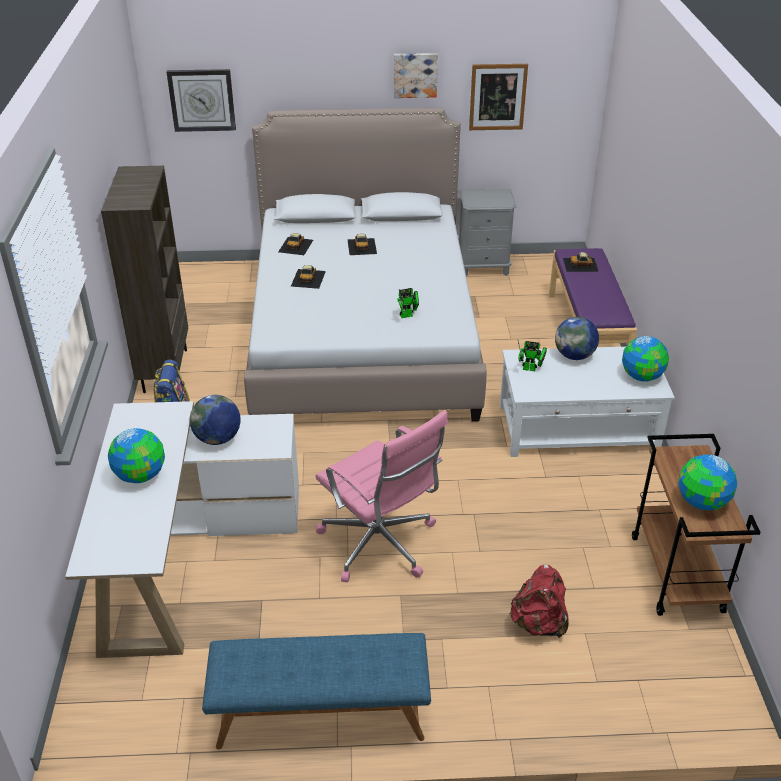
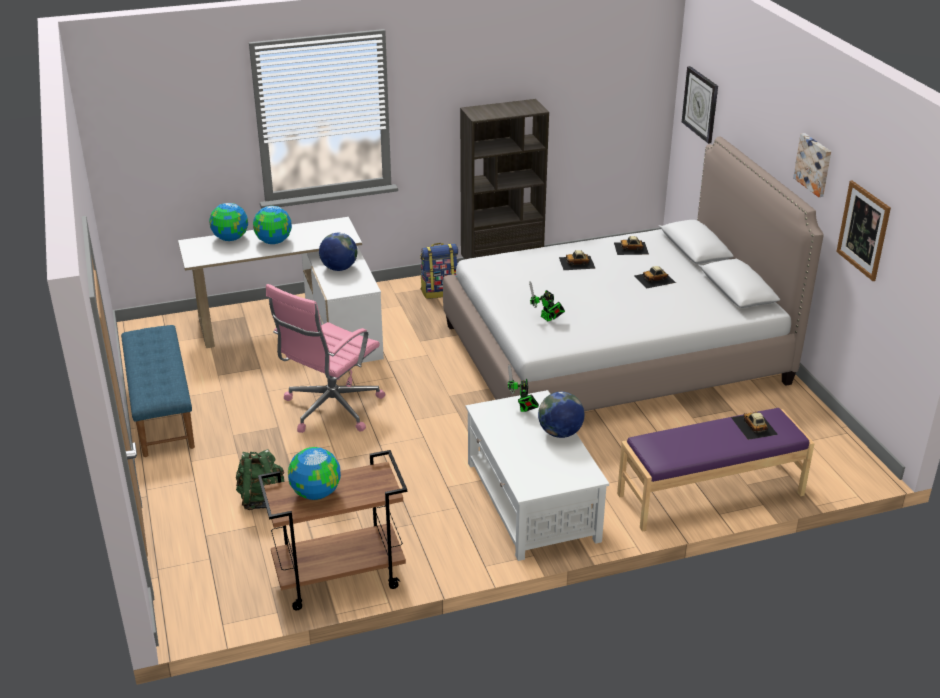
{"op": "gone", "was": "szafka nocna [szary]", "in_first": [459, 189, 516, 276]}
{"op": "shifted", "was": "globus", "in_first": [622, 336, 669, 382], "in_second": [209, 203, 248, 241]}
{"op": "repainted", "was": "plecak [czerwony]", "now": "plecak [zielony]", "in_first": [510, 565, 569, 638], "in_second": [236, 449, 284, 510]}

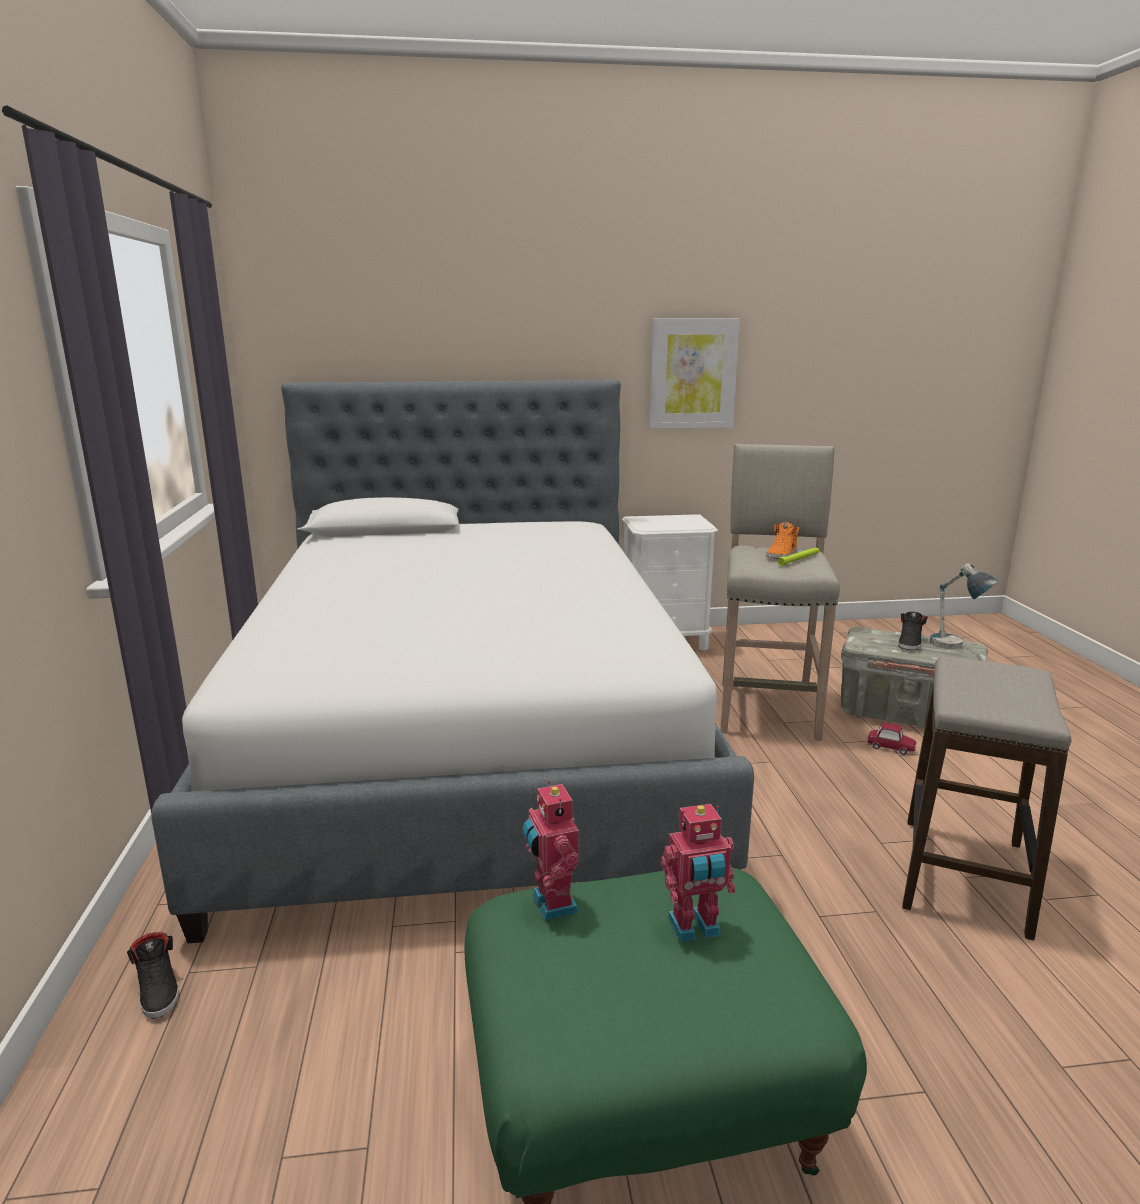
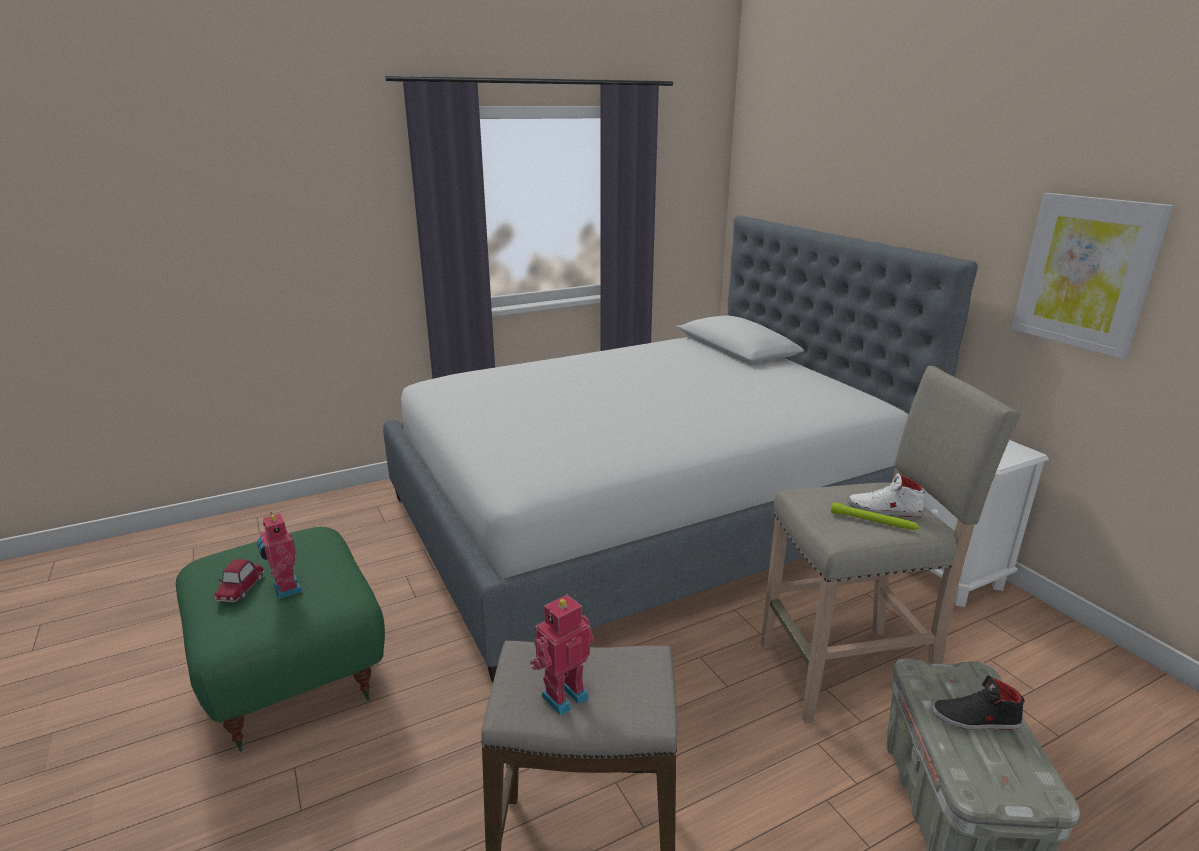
{"op": "repainted", "was": "but [pomarańczowy]", "now": "but [biały]", "in_first": [766, 522, 800, 559], "in_second": [848, 473, 925, 517]}
{"op": "gone", "was": "lampa stołowa", "in_first": [930, 563, 999, 649]}
{"op": "shifted", "was": "samochodzik", "in_first": [867, 723, 917, 755], "in_second": [214, 559, 264, 602]}
{"op": "shifted", "was": "robot zabawkowy", "in_first": [522, 780, 579, 920], "in_second": [530, 595, 594, 716]}
{"op": "gone", "was": "but [czarny]", "in_first": [127, 932, 179, 1019]}

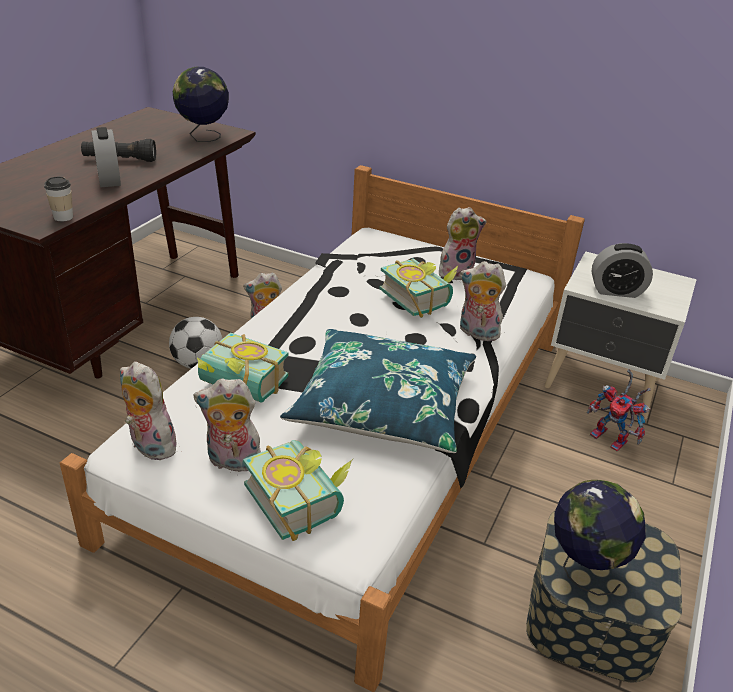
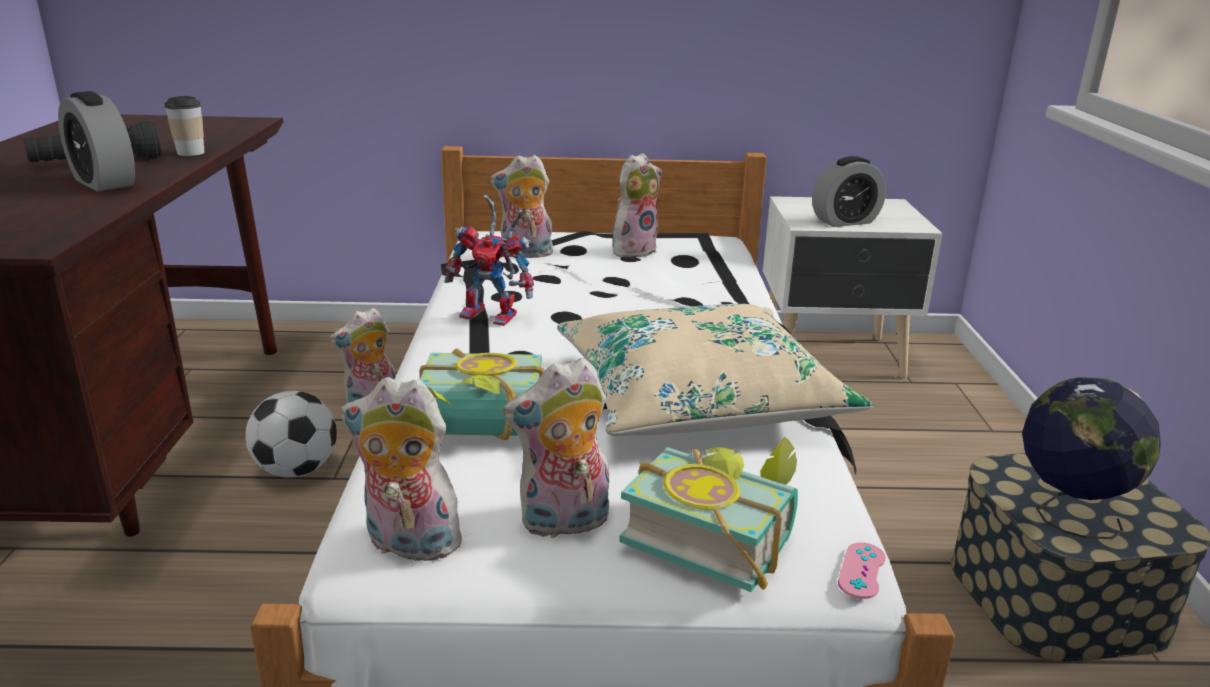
{"op": "gone", "was": "globus", "in_first": [173, 67, 229, 142]}
{"op": "shifted", "was": "filiżanka", "in_first": [44, 177, 73, 221], "in_second": [165, 96, 205, 156]}
{"op": "gone", "was": "książka", "in_first": [379, 258, 458, 318]}
{"op": "shifted", "was": "pluszak", "in_first": [460, 261, 506, 341], "in_second": [490, 155, 553, 258]}
{"op": "repainted", "was": "poduszka [niebieski]", "now": "poduszka [beżowy]", "in_first": [280, 329, 476, 453], "in_second": [557, 304, 873, 436]}
{"op": "shifted", "was": "robot zabawkowy", "in_first": [587, 369, 651, 451], "in_second": [444, 195, 534, 326]}
{"op": "new", "now": "pad do gier [różowy]", "in_second": [838, 542, 886, 599]}

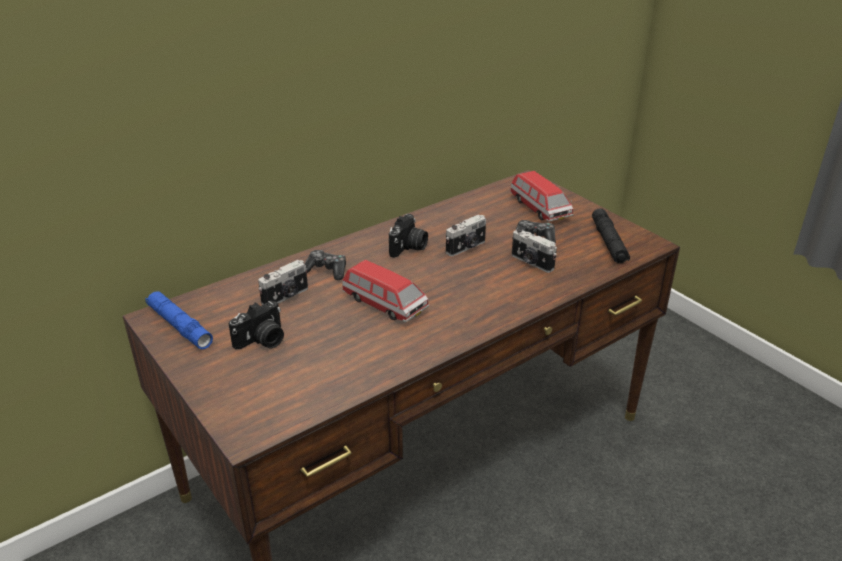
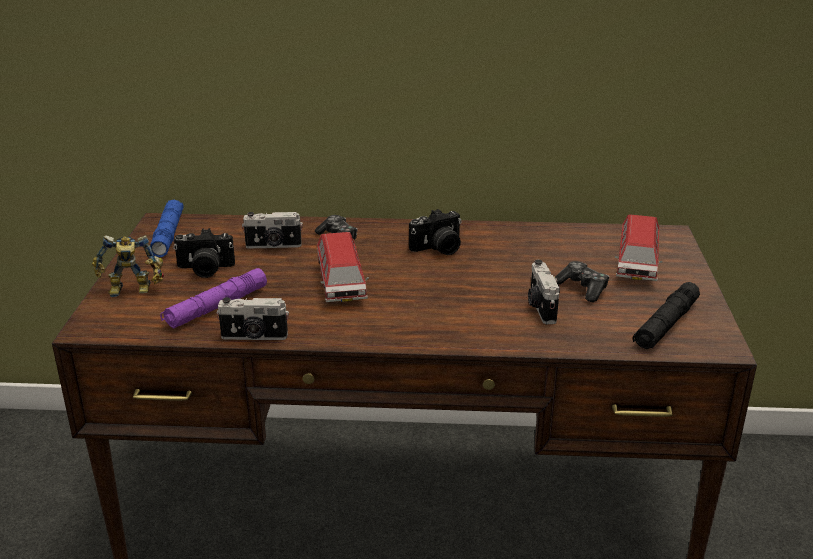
{"op": "shifted", "was": "aparat fotograficzny", "in_first": [446, 215, 486, 257], "in_second": [216, 297, 289, 340]}
{"op": "new", "now": "robot zabawkowy", "in_second": [92, 235, 164, 297]}
{"op": "new", "now": "latarka [fioletowy]", "in_second": [160, 268, 267, 328]}

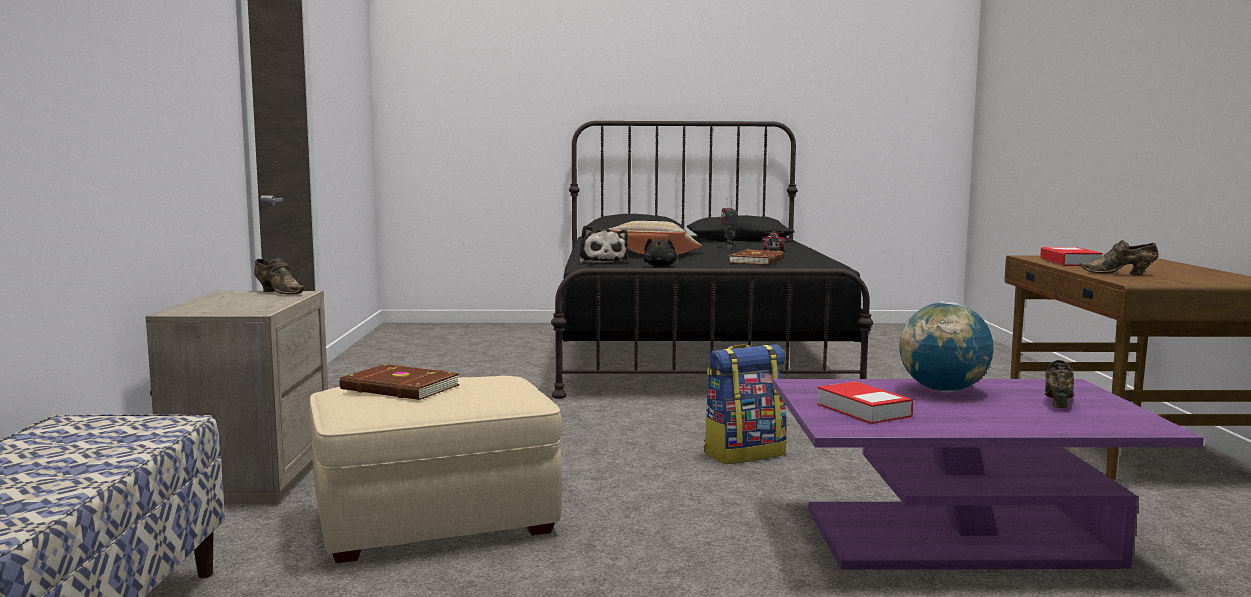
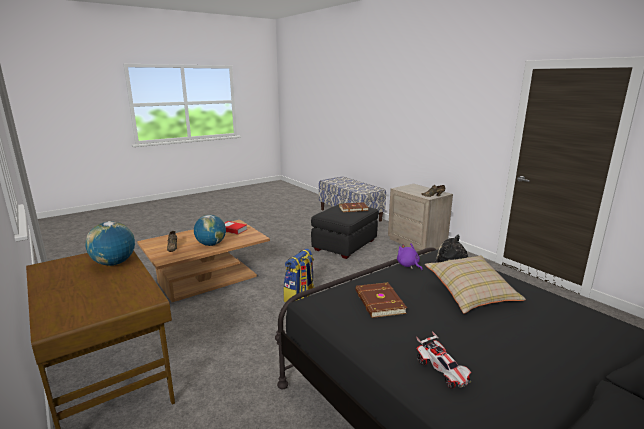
{"op": "gone", "was": "robot zabawkowy", "in_first": [721, 198, 739, 249]}
{"op": "repainted", "was": "pluszak [czarny]", "now": "pluszak [fioletowy]", "in_first": [643, 238, 677, 267], "in_second": [397, 243, 423, 271]}
{"op": "swapped", "was": "but [brązowy]", "now": "globus", "in_first": [1080, 240, 1159, 275], "in_second": [85, 221, 135, 266]}
{"op": "gone", "was": "książka", "in_first": [1040, 247, 1103, 266]}
{"op": "repainted", "was": "pufa [beżowy]", "now": "pufa [czarny]", "in_first": [309, 376, 562, 563], "in_second": [311, 203, 379, 259]}
{"op": "repainted", "was": "ława [fioletowy]", "now": "ława [brązowy]", "in_first": [773, 379, 1204, 570], "in_second": [137, 220, 270, 302]}

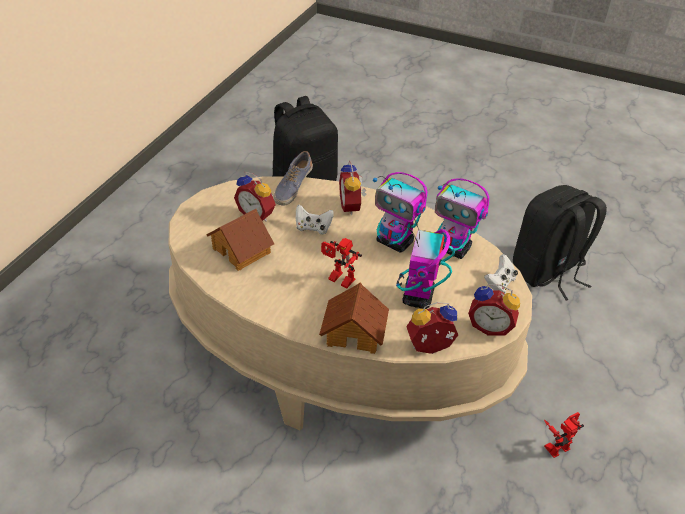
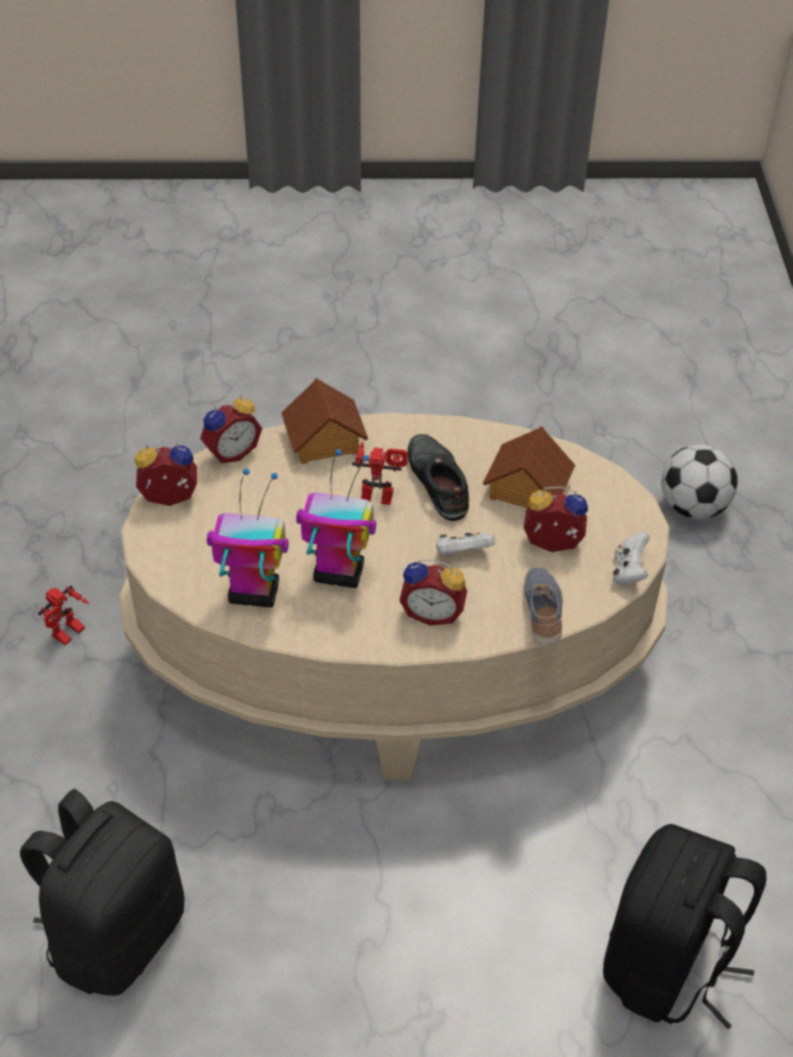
{"op": "rotated", "was": "budzik", "in_first": [339, 160, 367, 216], "in_second": [399, 560, 467, 626], "clockwise": 135}
{"op": "gone", "was": "robot zabawkowy", "in_first": [394, 208, 455, 309]}
{"op": "shifted", "was": "pad do gier [biały]", "in_first": [484, 254, 518, 293], "in_second": [613, 532, 650, 585]}
{"op": "new", "now": "but [czarny]", "in_second": [407, 434, 469, 521]}
{"op": "new", "now": "piłka futbolowa", "in_second": [661, 444, 738, 519]}

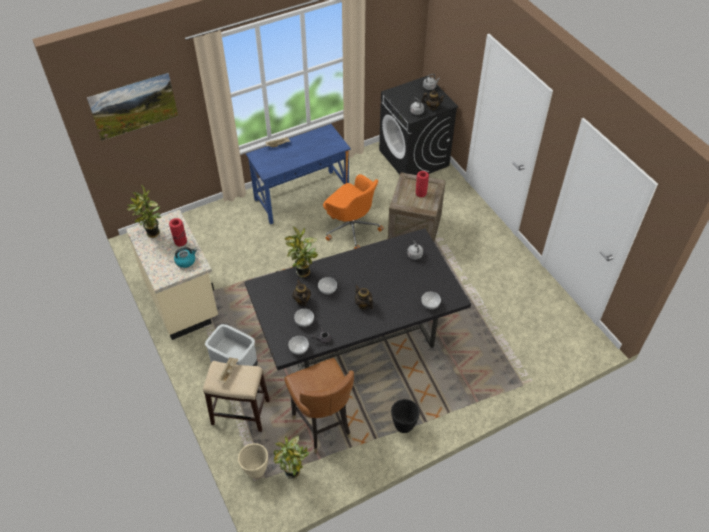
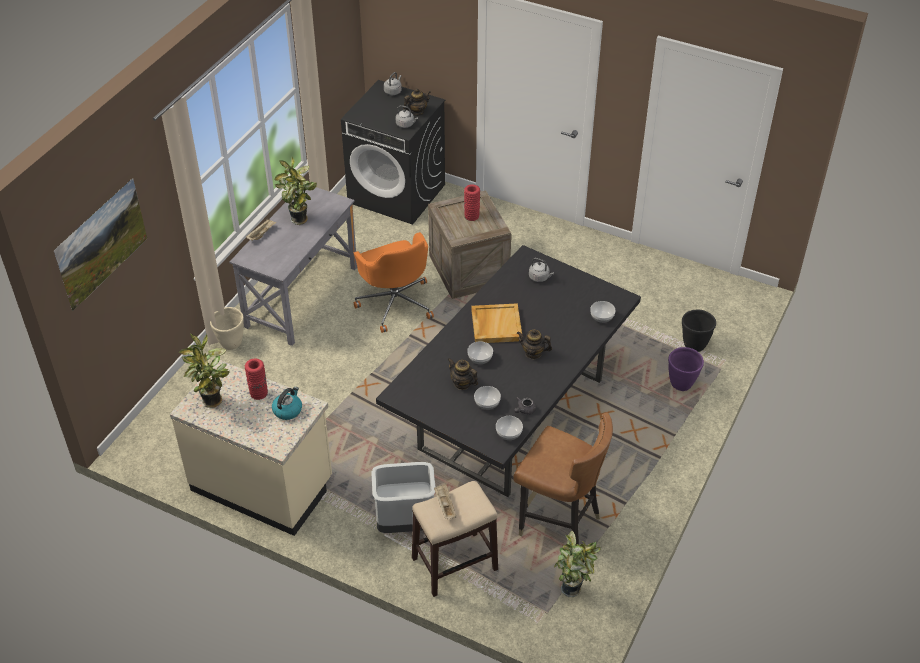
{"op": "repainted", "was": "biurko [niebieski]", "now": "biurko [szary]", "in_first": [246, 124, 351, 224], "in_second": [230, 187, 357, 346]}
{"op": "rotated", "was": "krzesło biurowe [pomarańczowy]", "in_first": [323, 174, 384, 249], "in_second": [354, 232, 434, 333], "clockwise": 60}
{"op": "shifted", "was": "roślina doniczkowa", "in_first": [284, 227, 318, 277], "in_second": [274, 157, 317, 225]}
{"op": "shifted", "was": "donica [czarny]", "in_first": [391, 399, 420, 433], "in_second": [682, 309, 716, 352]}
{"op": "shifted", "was": "donica [beżowy]", "in_first": [238, 443, 268, 478], "in_second": [210, 307, 244, 350]}
{"op": "new", "now": "taca [beżowy]", "in_second": [471, 303, 522, 343]}
{"op": "new", "now": "donica [fioletowy]", "in_second": [668, 347, 704, 391]}

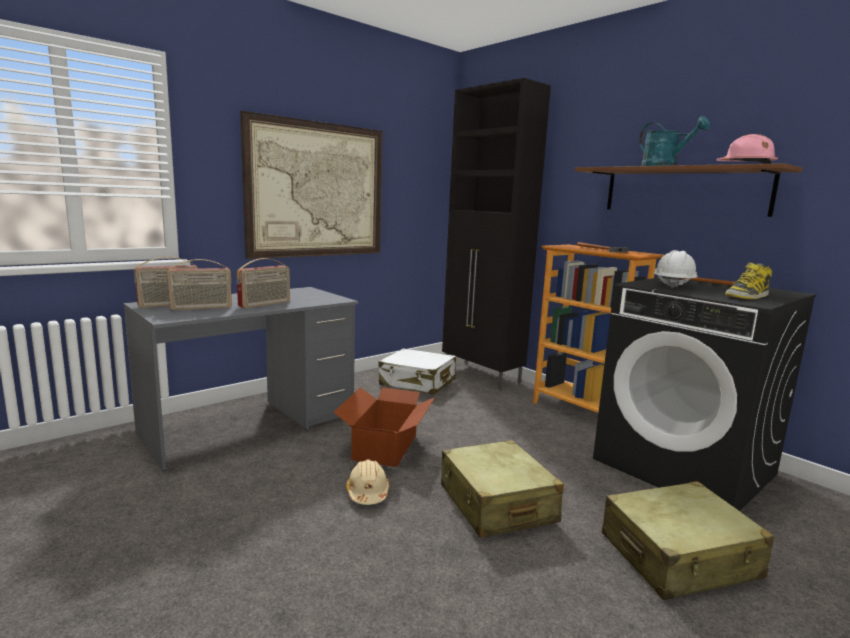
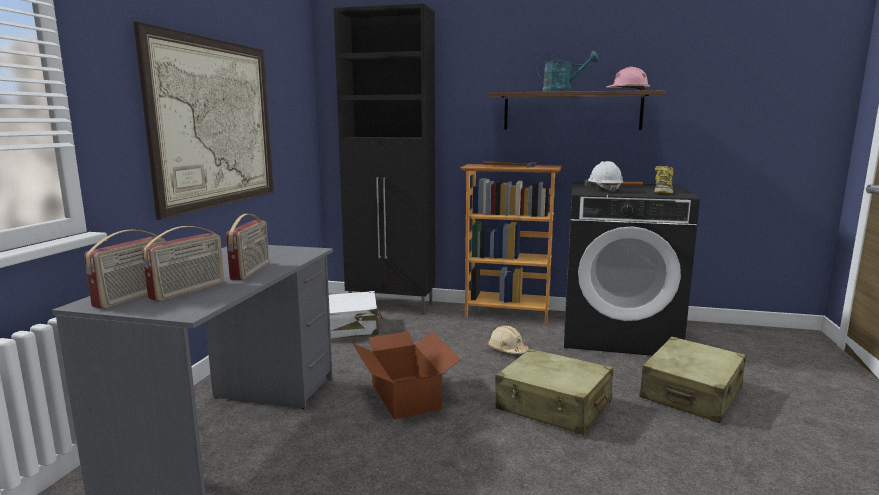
{"op": "shifted", "was": "kask [beżowy]", "in_first": [346, 459, 389, 505], "in_second": [488, 326, 529, 354]}

